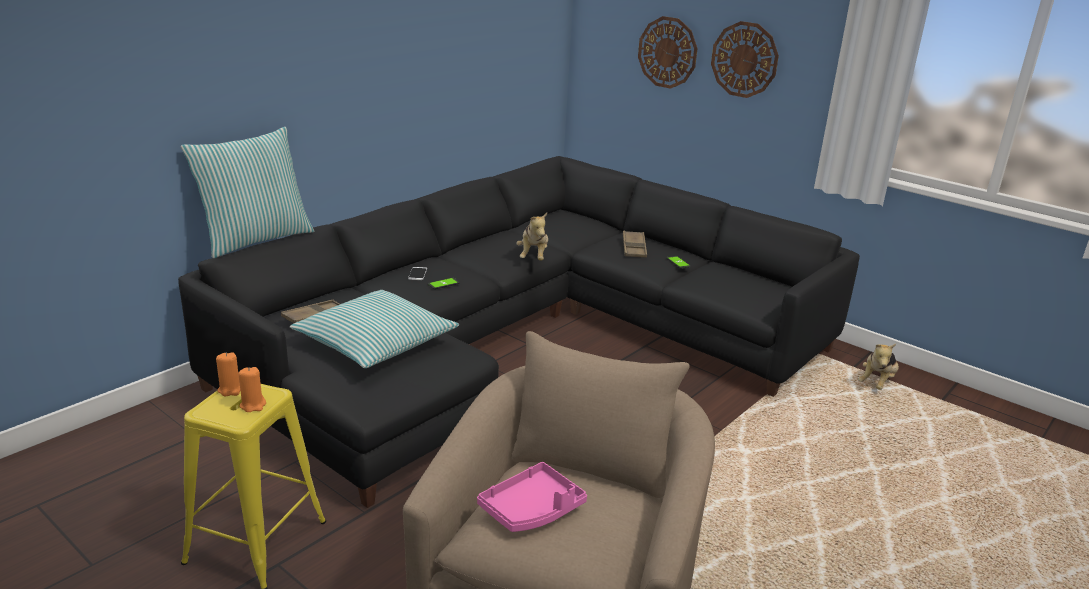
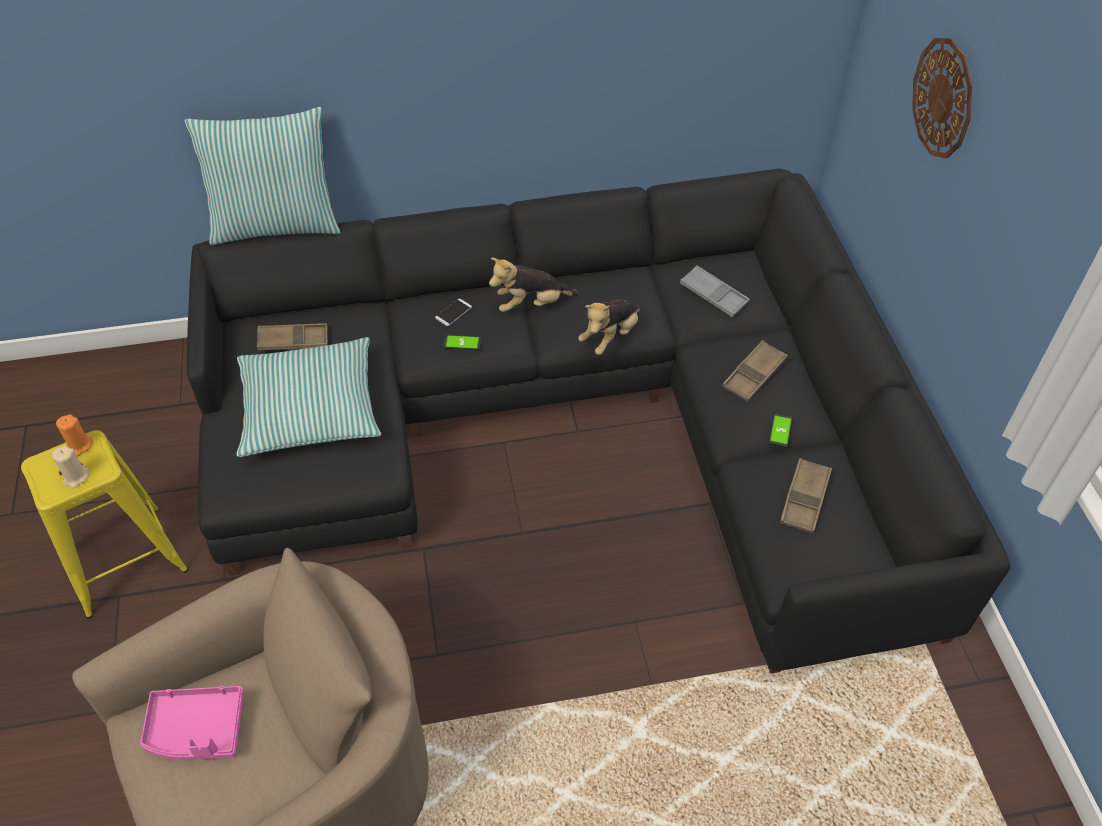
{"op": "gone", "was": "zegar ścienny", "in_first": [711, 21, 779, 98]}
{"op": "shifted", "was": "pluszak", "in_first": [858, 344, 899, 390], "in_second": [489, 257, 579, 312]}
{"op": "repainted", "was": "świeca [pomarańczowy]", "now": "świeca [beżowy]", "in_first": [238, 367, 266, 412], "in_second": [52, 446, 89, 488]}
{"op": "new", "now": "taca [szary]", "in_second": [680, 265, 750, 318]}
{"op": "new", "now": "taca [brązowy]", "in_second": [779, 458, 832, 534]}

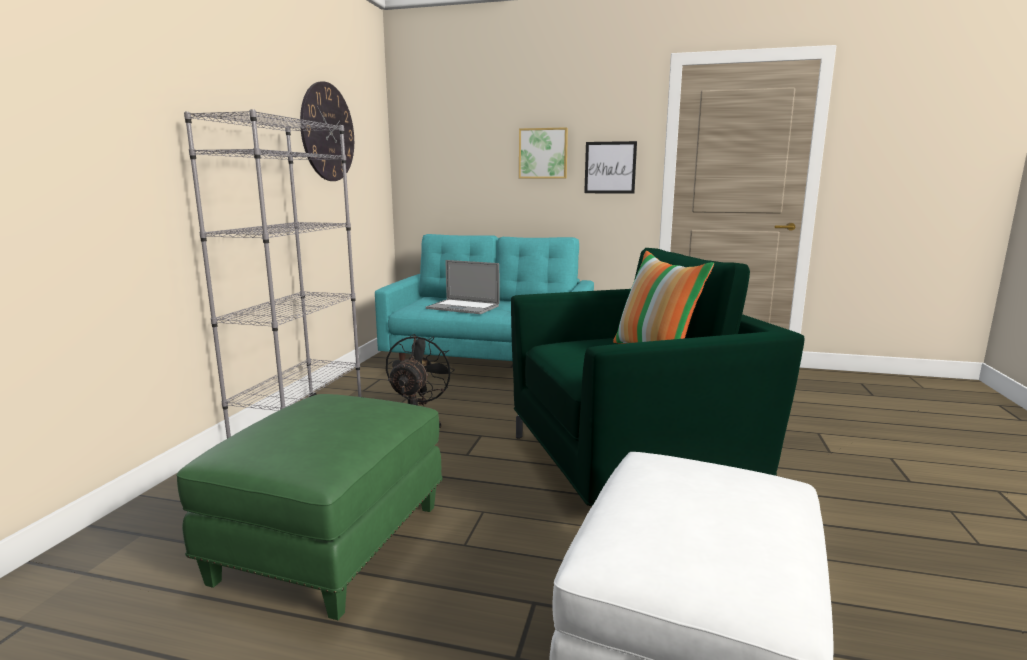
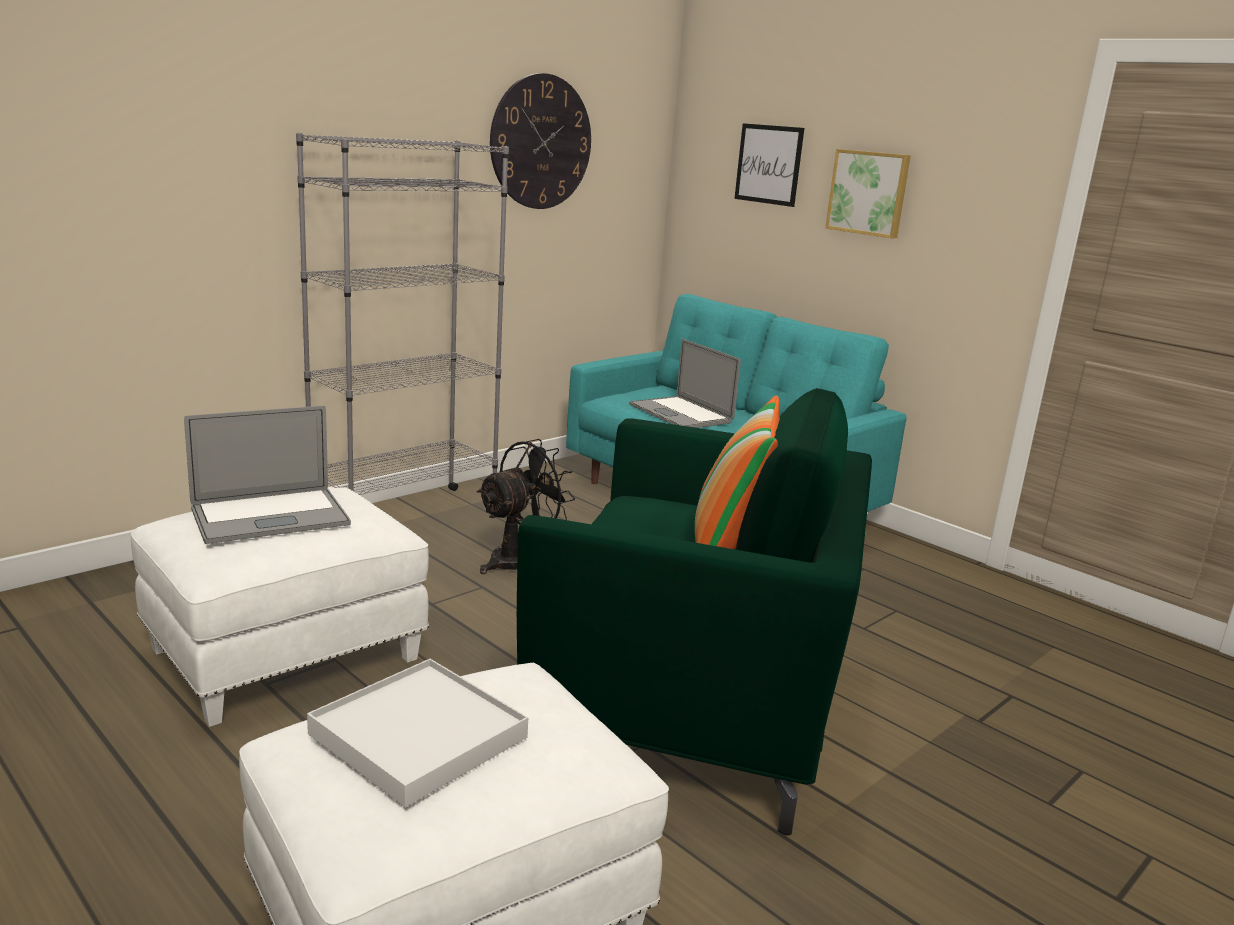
{"op": "shifted", "was": "obraz", "in_first": [584, 141, 637, 194], "in_second": [734, 123, 804, 207]}
{"op": "repainted", "was": "pufa [zielony]", "now": "pufa [biały]", "in_first": [176, 394, 443, 620], "in_second": [131, 487, 429, 727]}
{"op": "new", "now": "laptop", "in_second": [184, 405, 351, 544]}
{"op": "new", "now": "taca [biały]", "in_second": [307, 659, 528, 807]}

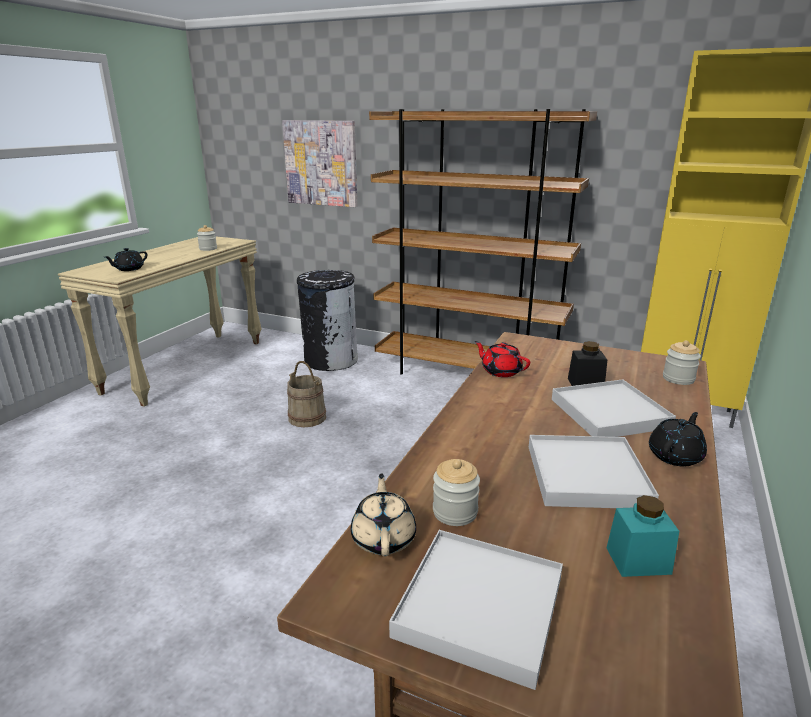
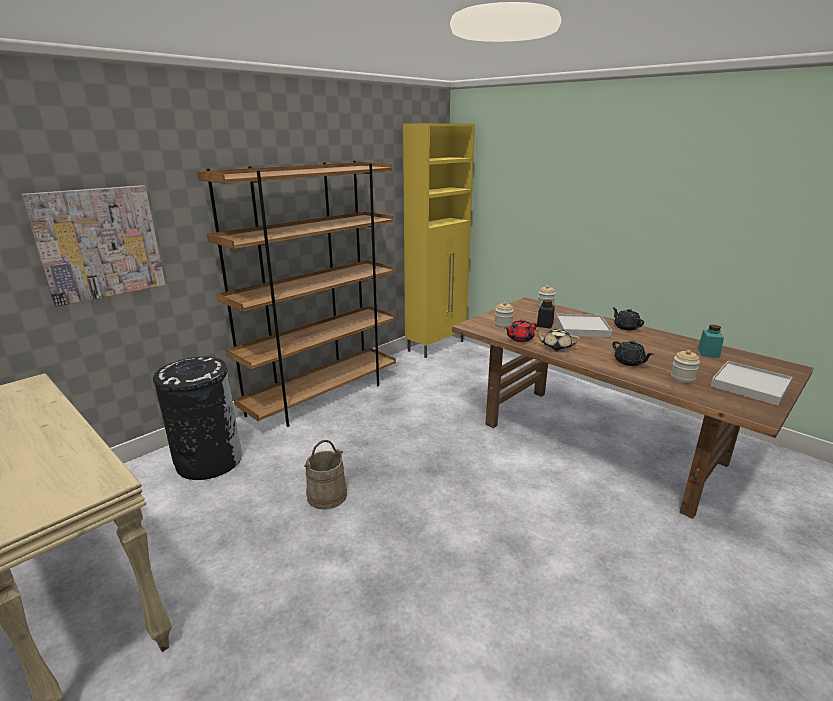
{"op": "shifted", "was": "słoik", "in_first": [197, 225, 217, 251], "in_second": [495, 302, 514, 328]}
{"op": "shifted", "was": "imbryk [czarny]", "in_first": [105, 248, 147, 271], "in_second": [613, 341, 654, 366]}
{"op": "gone", "was": "taca [biały]", "in_first": [529, 435, 659, 508]}
{"op": "shifted", "was": "imbryk [beżowy]", "in_first": [351, 473, 416, 556], "in_second": [535, 328, 580, 352]}

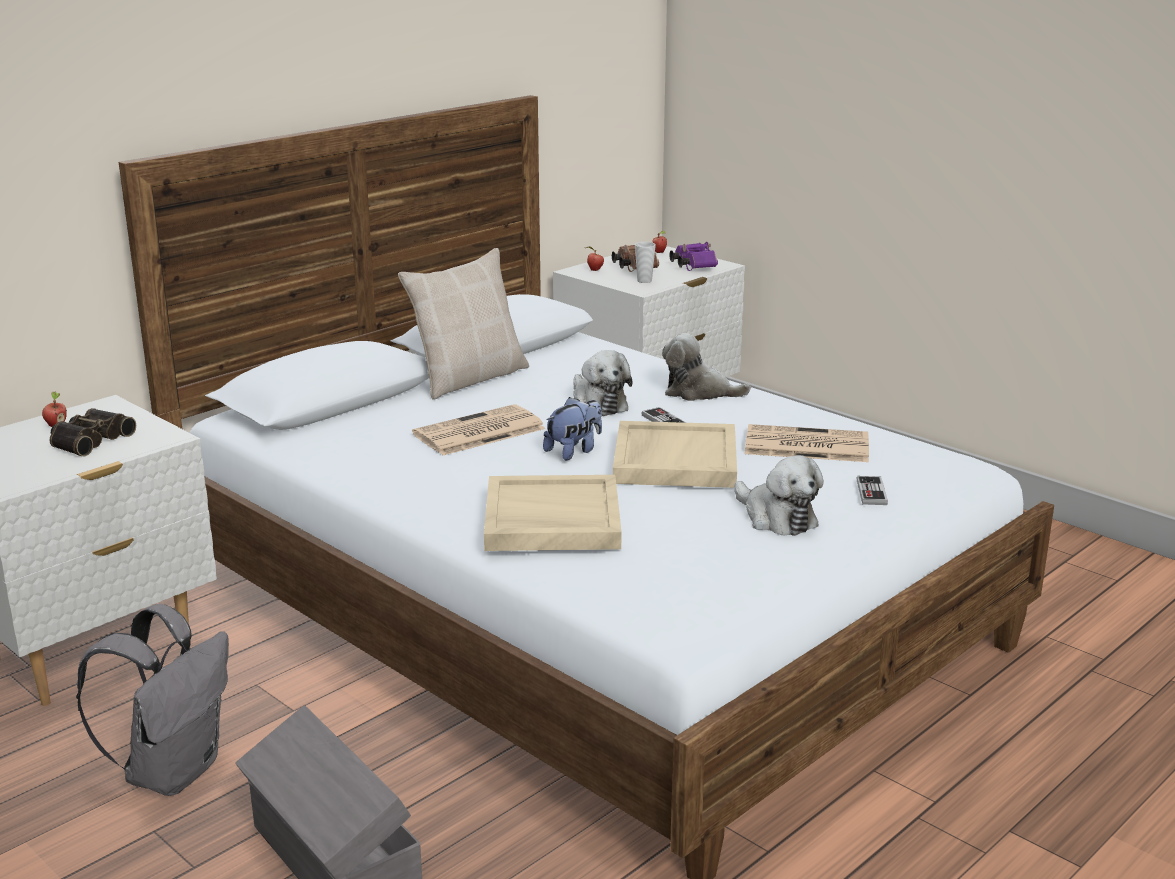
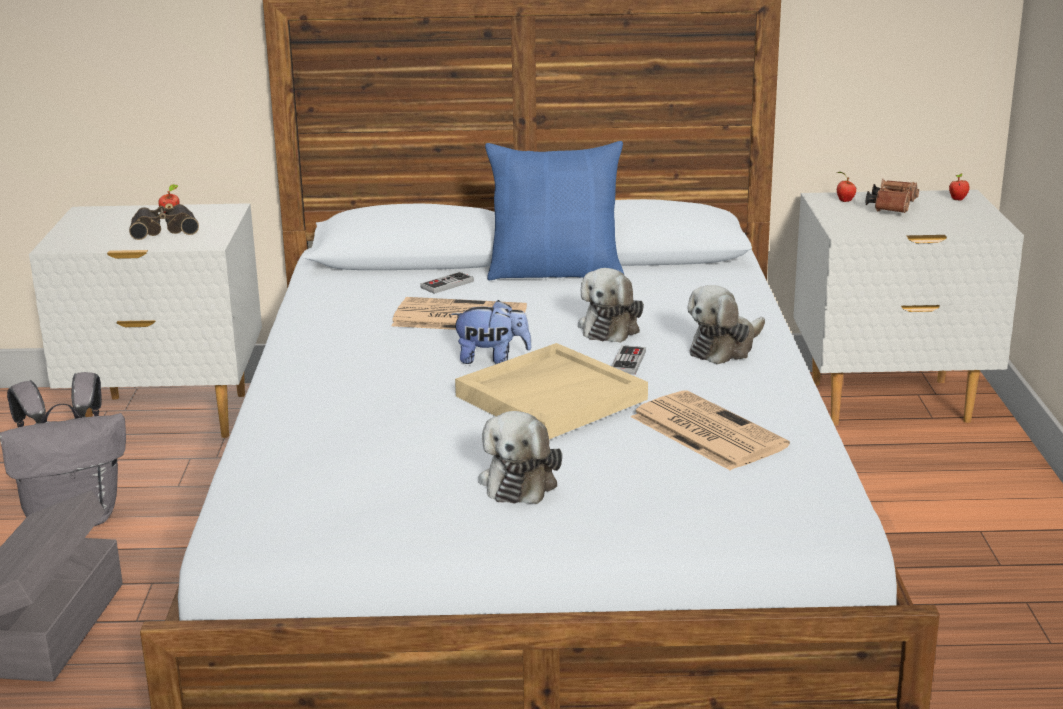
{"op": "gone", "was": "filiżanka", "in_first": [635, 242, 656, 283]}
{"op": "gone", "was": "lornetka [fioletowy]", "in_first": [669, 242, 718, 271]}
{"op": "repainted", "was": "poduszka [beżowy]", "now": "poduszka [niebieski]", "in_first": [398, 248, 529, 400], "in_second": [485, 141, 624, 280]}
{"op": "rotated", "was": "pluszak", "in_first": [662, 333, 751, 401], "in_second": [687, 285, 765, 365], "clockwise": -105}
{"op": "gone", "was": "taca [beżowy]", "in_first": [484, 475, 621, 551]}
{"op": "shifted", "was": "pad do gier", "in_first": [857, 476, 888, 505], "in_second": [420, 272, 474, 294]}

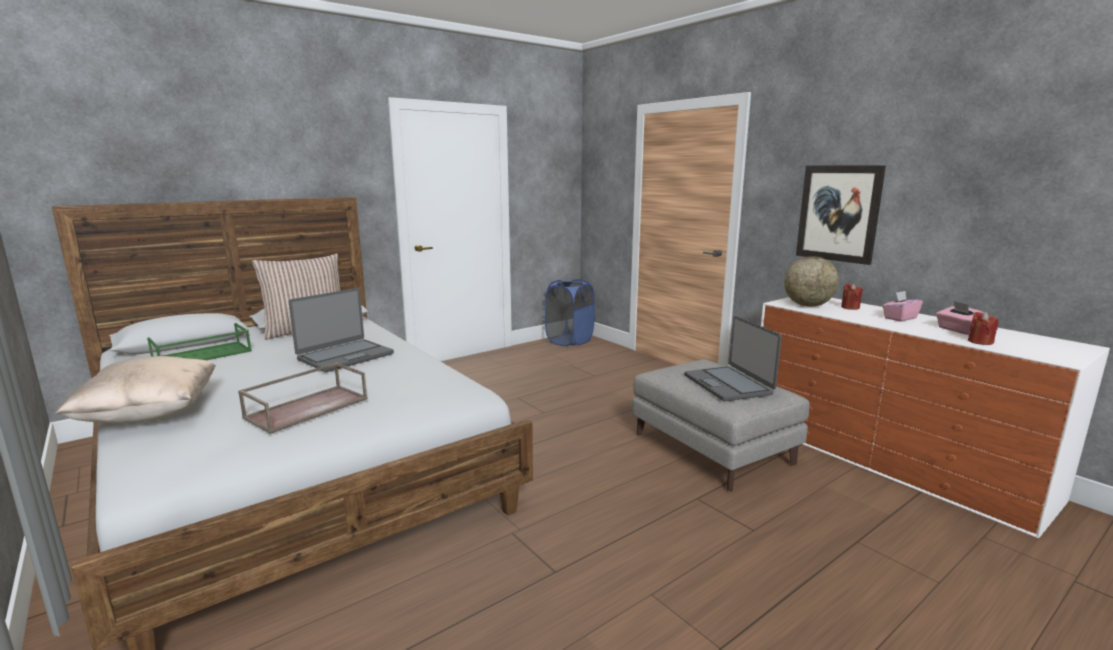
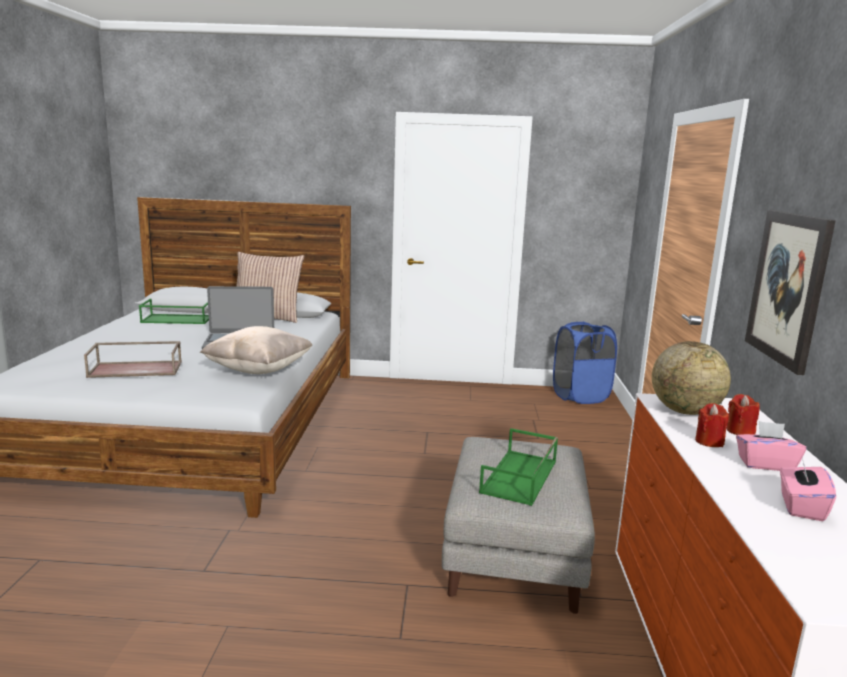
{"op": "shifted", "was": "świeca [czerwony]", "in_first": [968, 312, 999, 345], "in_second": [695, 403, 729, 447]}
{"op": "swapped", "was": "laptop", "now": "taca [zielony]", "in_first": [684, 316, 782, 401], "in_second": [479, 428, 558, 506]}
{"op": "shifted", "was": "poduszka [beżowy]", "in_first": [55, 356, 216, 423], "in_second": [200, 326, 313, 374]}

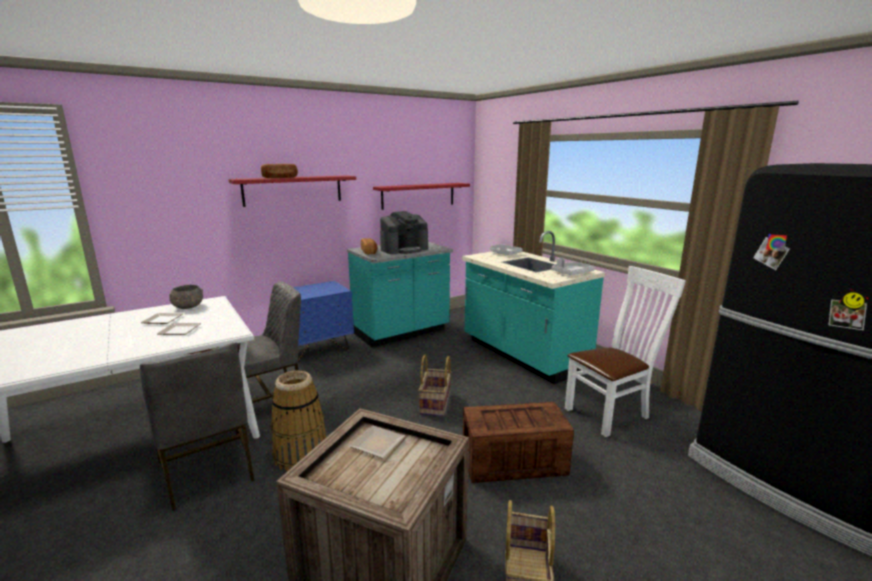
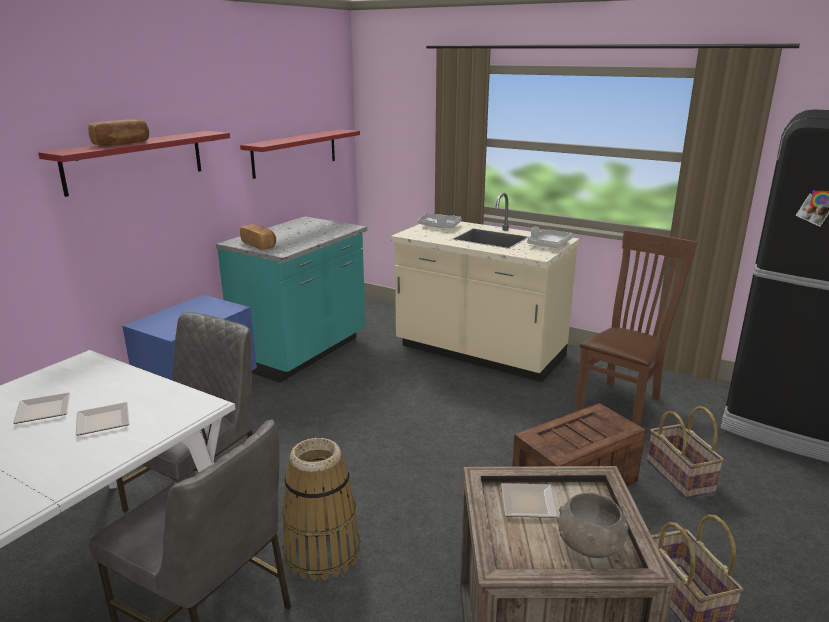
{"op": "gone", "was": "ekspres do kawy", "in_first": [380, 211, 428, 254]}
{"op": "repainted", "was": "zabudowa kuchenna [turkusowy]", "now": "zabudowa kuchenna [beżowy]", "in_first": [462, 231, 605, 384], "in_second": [391, 193, 580, 382]}
{"op": "repainted", "was": "krzesło [biały]", "now": "krzesło [brązowy]", "in_first": [565, 266, 686, 437], "in_second": [575, 230, 698, 427]}
{"op": "shifted", "was": "miska [szary]", "in_first": [169, 285, 203, 309], "in_second": [558, 493, 628, 558]}
{"op": "shifted", "was": "koszyk", "in_first": [418, 355, 451, 416], "in_second": [647, 406, 724, 498]}

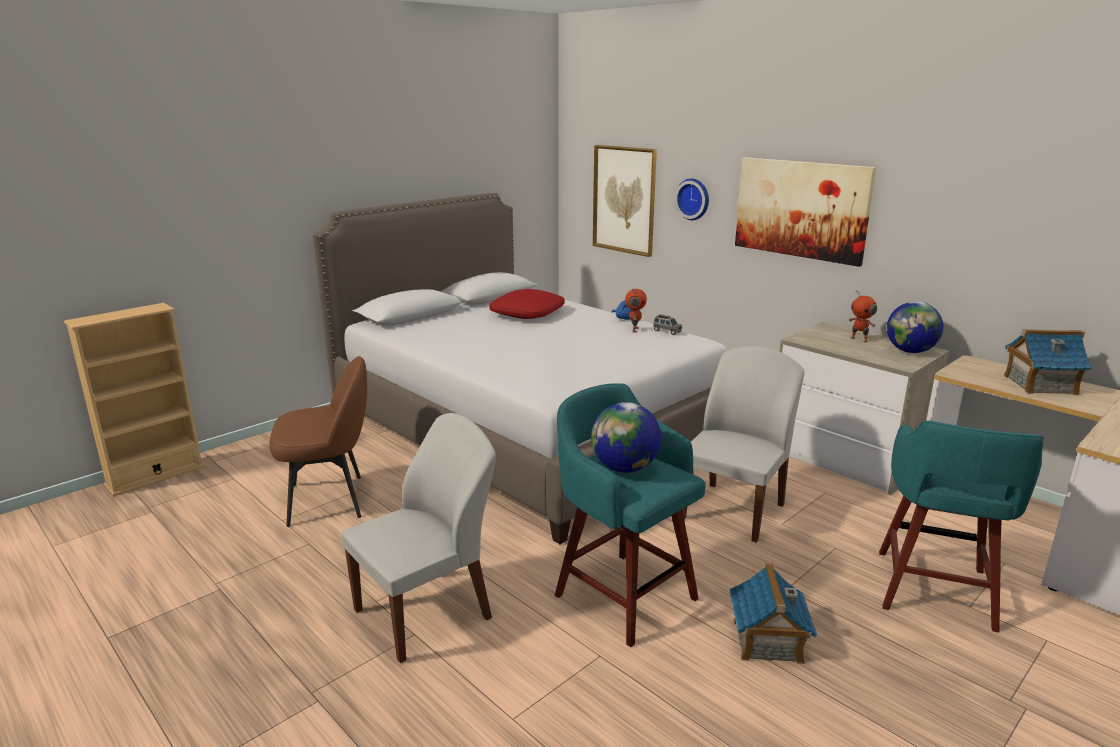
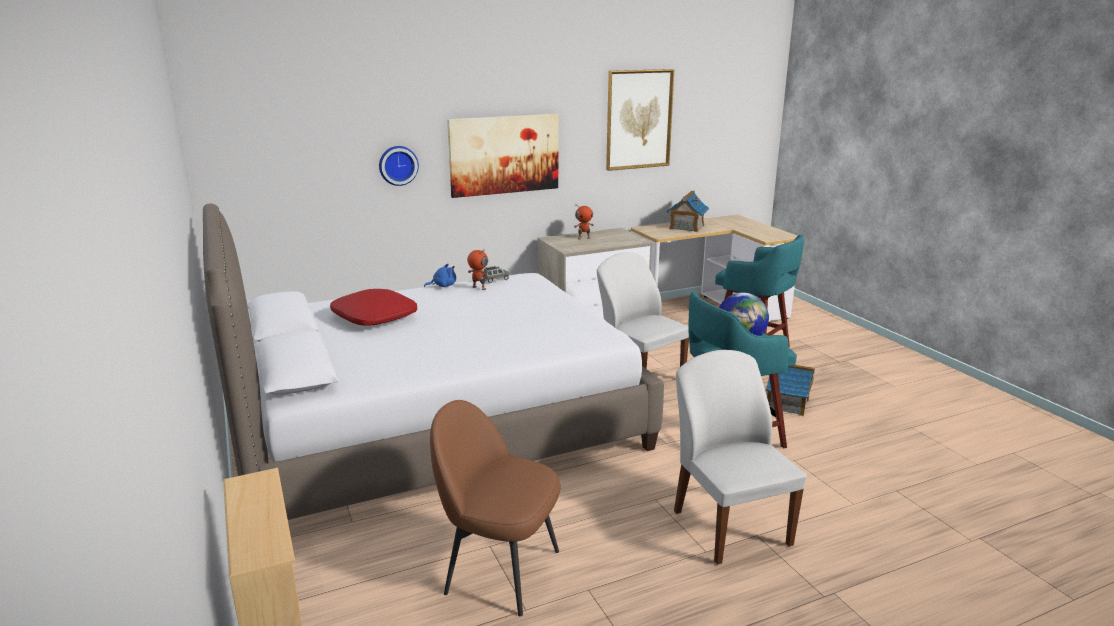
{"op": "shifted", "was": "obraz", "in_first": [593, 145, 657, 257], "in_second": [606, 69, 675, 171]}
{"op": "gone", "was": "globus", "in_first": [887, 302, 944, 353]}
{"op": "rotated", "was": "krzesło [brązowy]", "in_first": [269, 356, 367, 527], "in_second": [430, 400, 560, 616], "clockwise": -75}

